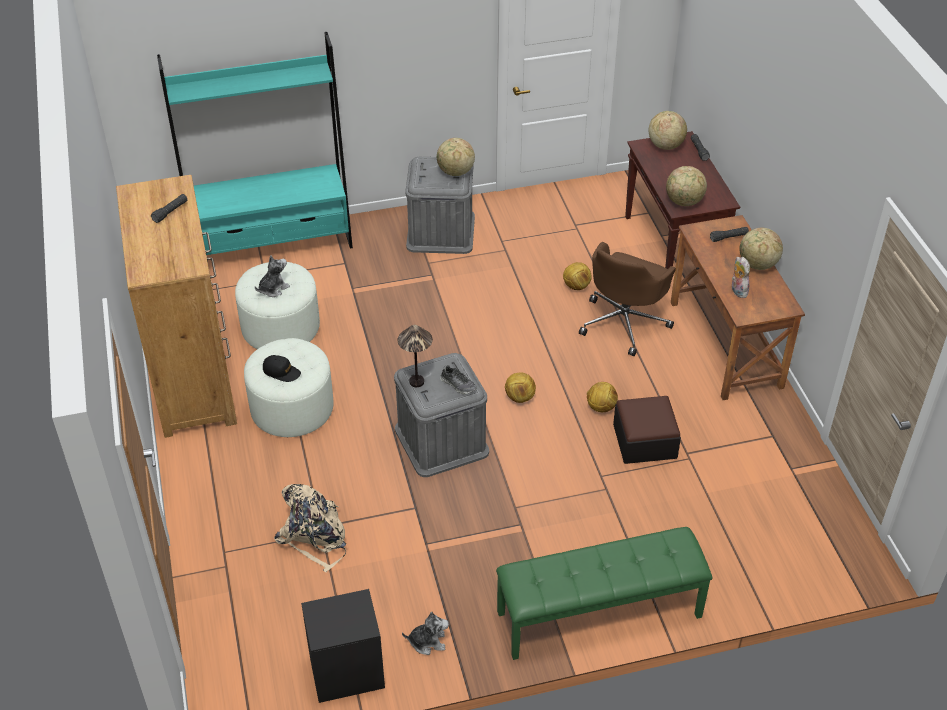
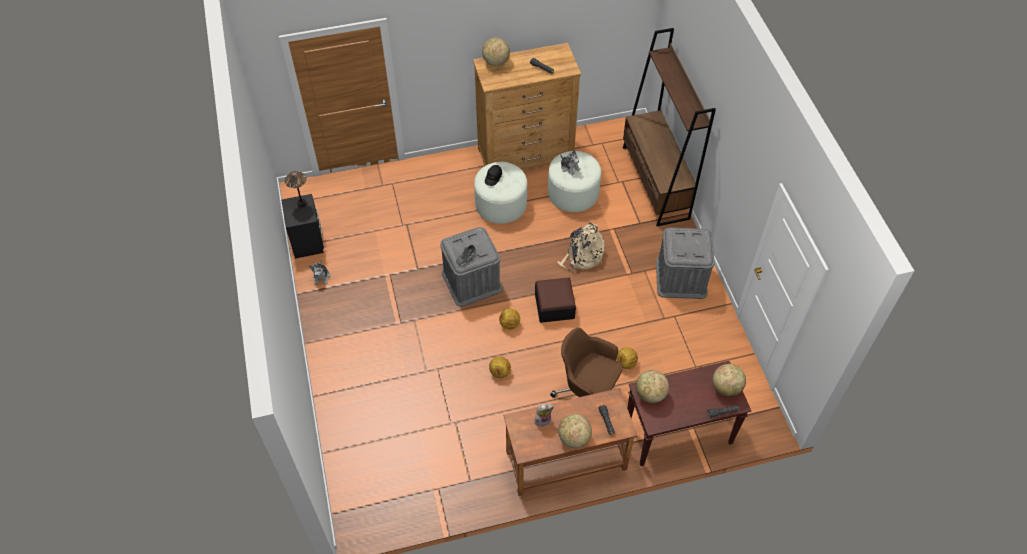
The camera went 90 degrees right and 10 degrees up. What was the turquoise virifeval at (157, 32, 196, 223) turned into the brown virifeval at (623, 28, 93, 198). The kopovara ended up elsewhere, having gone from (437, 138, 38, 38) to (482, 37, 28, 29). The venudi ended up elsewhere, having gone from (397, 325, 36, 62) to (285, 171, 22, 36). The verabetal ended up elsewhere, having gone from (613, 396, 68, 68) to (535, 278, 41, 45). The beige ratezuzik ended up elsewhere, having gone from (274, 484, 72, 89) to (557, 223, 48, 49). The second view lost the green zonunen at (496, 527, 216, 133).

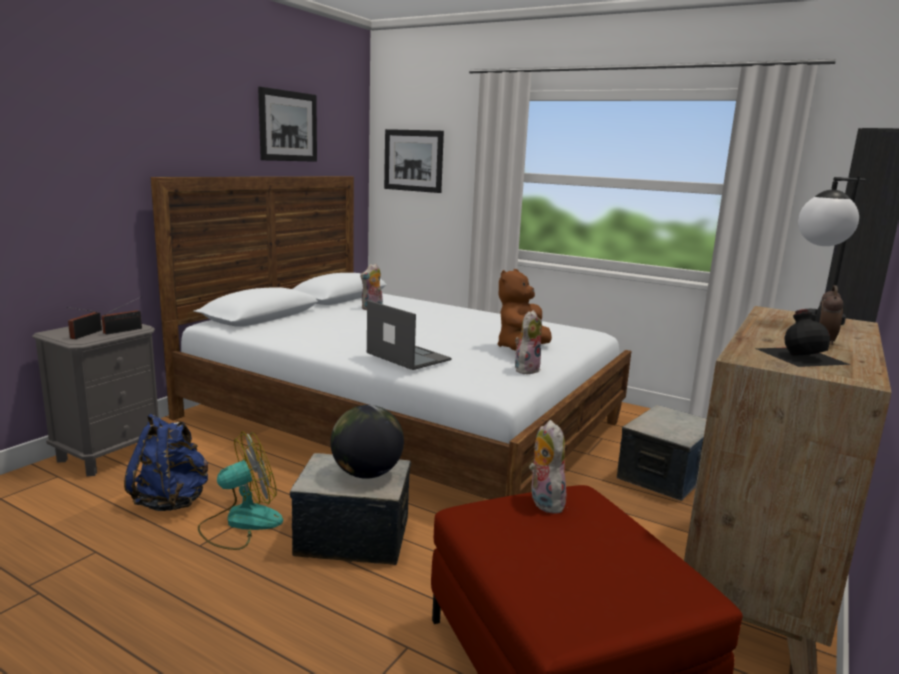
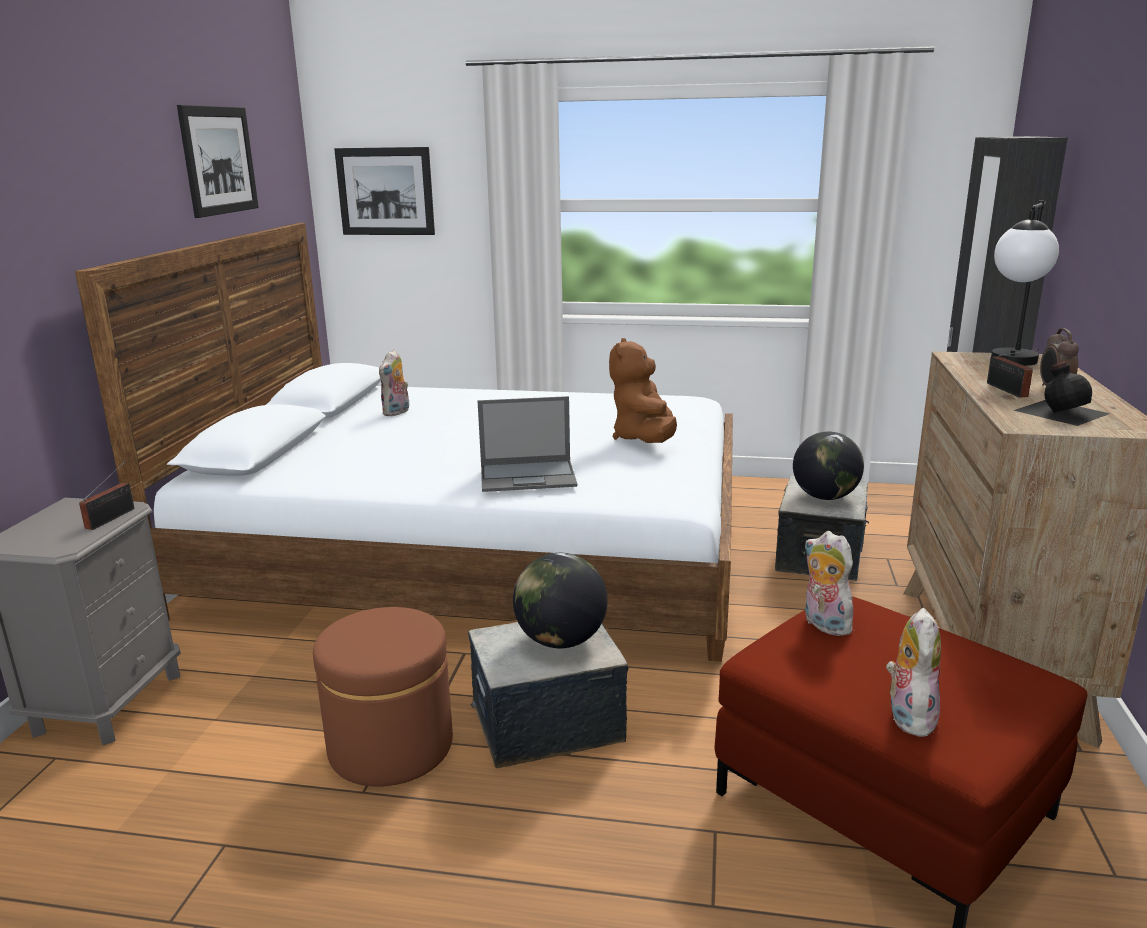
The camera went 20 degrees left and 5 degrees up. The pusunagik at (367, 300, 85, 70) ended up facing another way, 150 degrees clockwise from before. The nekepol ended up elsewhere, having gone from (66, 307, 36, 32) to (987, 349, 52, 49). The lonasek ended up elsewhere, having gone from (515, 310, 27, 65) to (886, 608, 55, 129). The second view lost the blue ratezuzik at (124, 414, 84, 97). Where the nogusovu stood at (198, 431, 85, 119), the brown verabetal came to stand at (313, 607, 140, 180). The second view gained the kopovara at (793, 432, 71, 68).

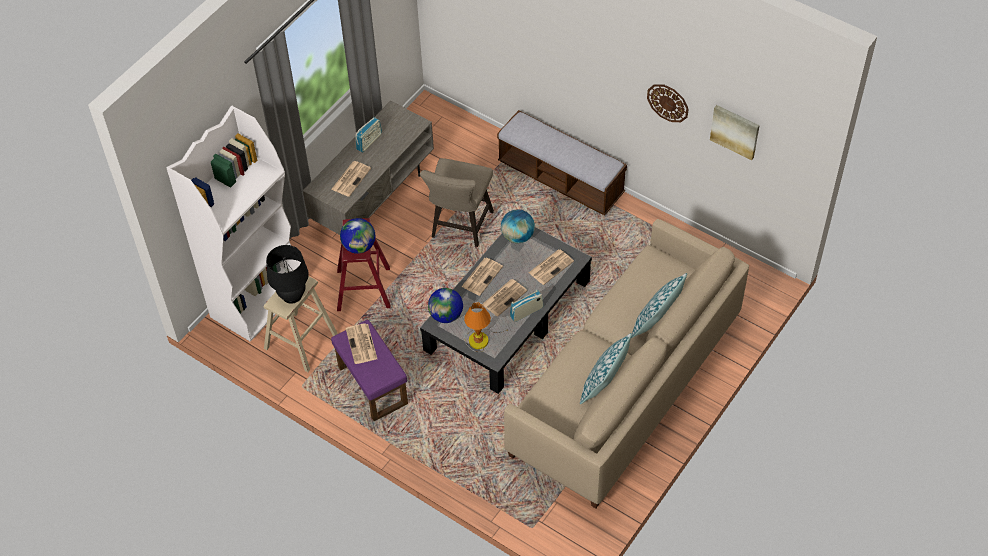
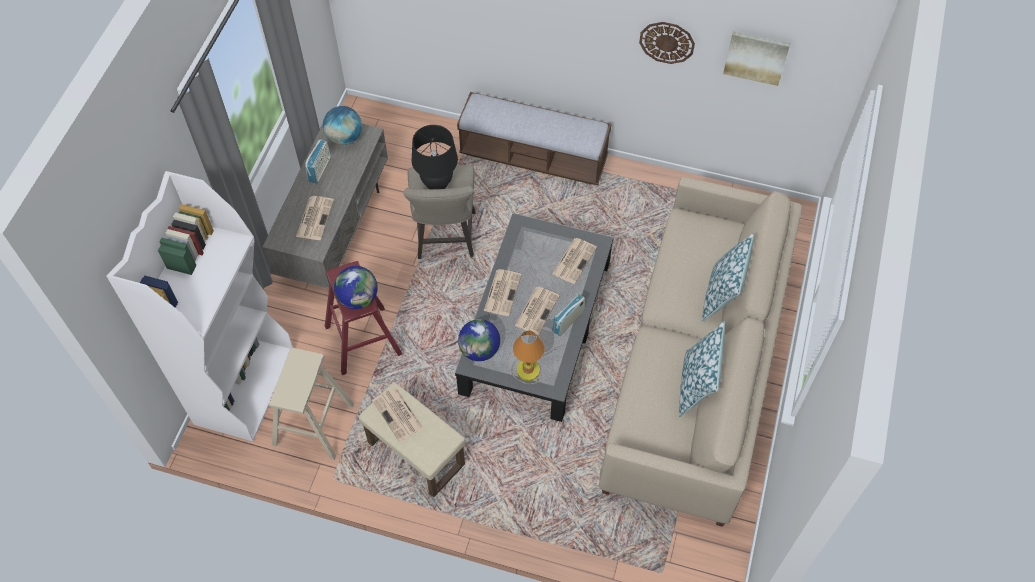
The camera went 20 degrees left and 5 degrees up. The kopovara ended up elsewhere, having gone from (501, 209, 34, 34) to (323, 106, 39, 39). The black venudi ended up elsewhere, having gone from (266, 245, 43, 59) to (412, 125, 46, 64). What was the purple verabetal at (331, 320, 77, 101) turned into the beige verabetal at (359, 382, 106, 116).

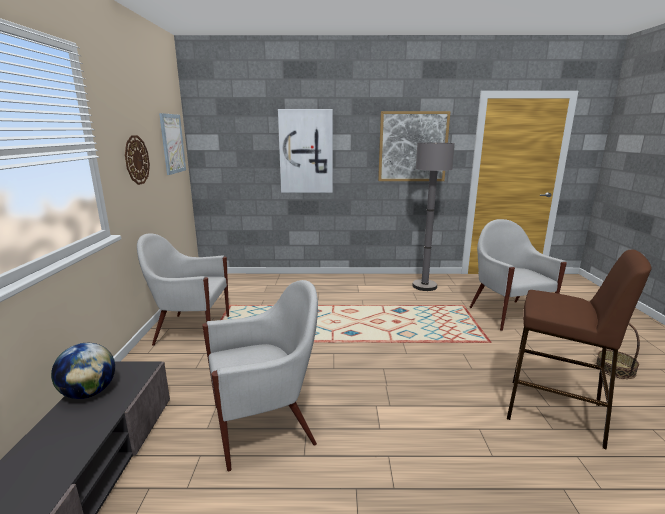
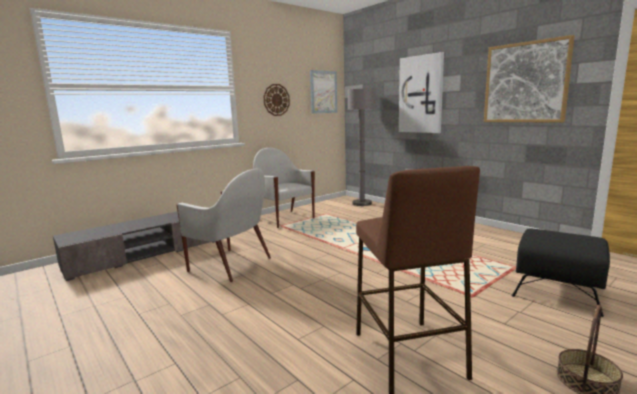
The camera went 50 degrees right and 5 degrees down. The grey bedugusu ended up elsewhere, having gone from (412, 143, 43, 148) to (348, 88, 27, 118). Where the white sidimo stood at (469, 219, 98, 112), the black verabetal came to stand at (512, 228, 98, 89). The second view lost the kopovara at (51, 343, 64, 56).

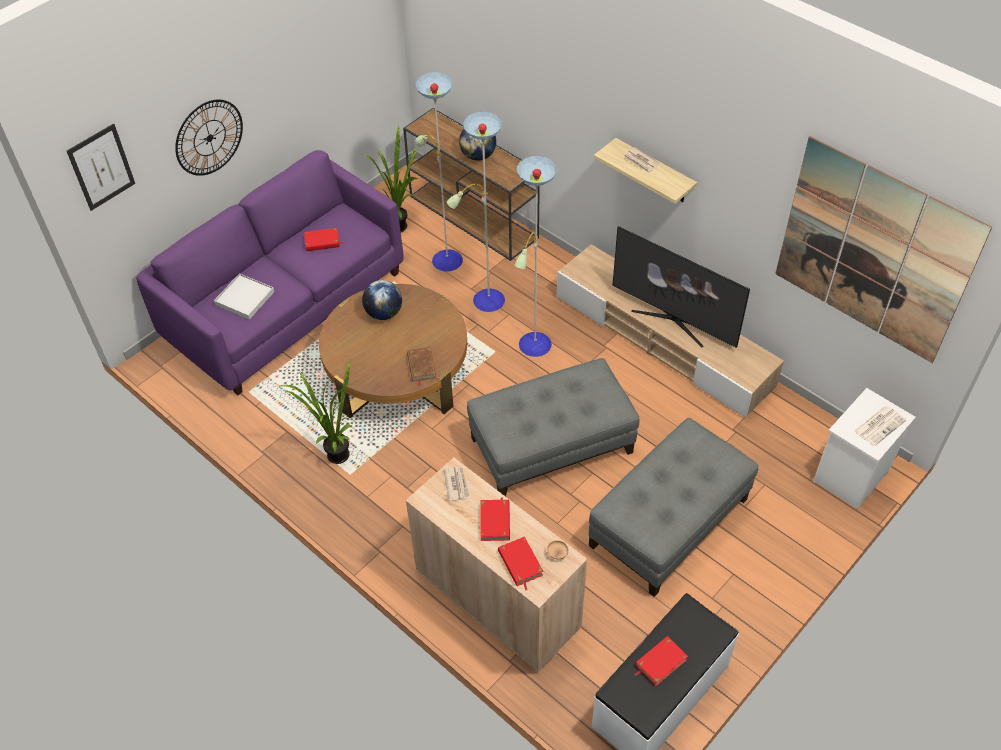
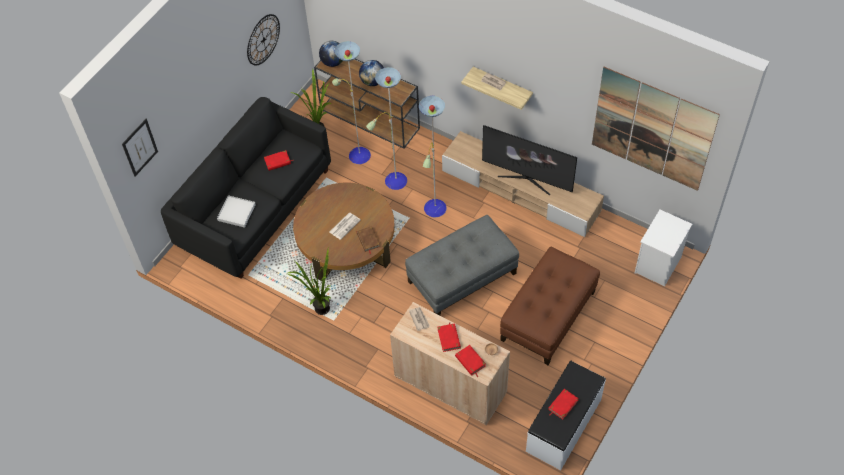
The camera went 10 degrees left and 5 degrees up. The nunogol ended up elsewhere, having gone from (175, 100, 68, 76) to (247, 14, 33, 52). What was the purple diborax at (136, 150, 268, 245) turned into the black diborax at (161, 97, 170, 182). The kopovara ended up elsewhere, having gone from (362, 280, 40, 40) to (319, 41, 24, 26). The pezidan ended up elsewhere, having gone from (854, 406, 52, 40) to (330, 213, 31, 27). What was the grey verabetal at (589, 418, 170, 179) turned into the brown verabetal at (500, 247, 100, 118).

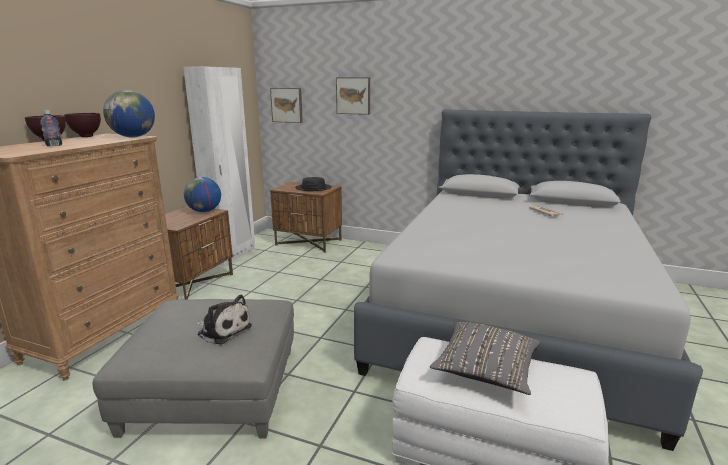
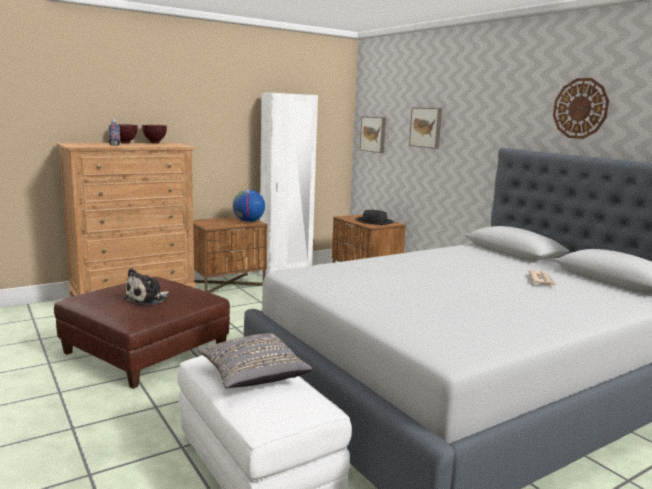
The camera went 35 degrees right and 5 degrees down. The second view lost the kopovara at (103, 90, 52, 48). The lonasek at (196, 295, 56, 49) ended up facing another way, 60 degrees clockwise from before. What was the grey verabetal at (93, 299, 201, 139) turned into the brown verabetal at (54, 277, 176, 112). The second view gained the nunogol at (553, 78, 56, 61).

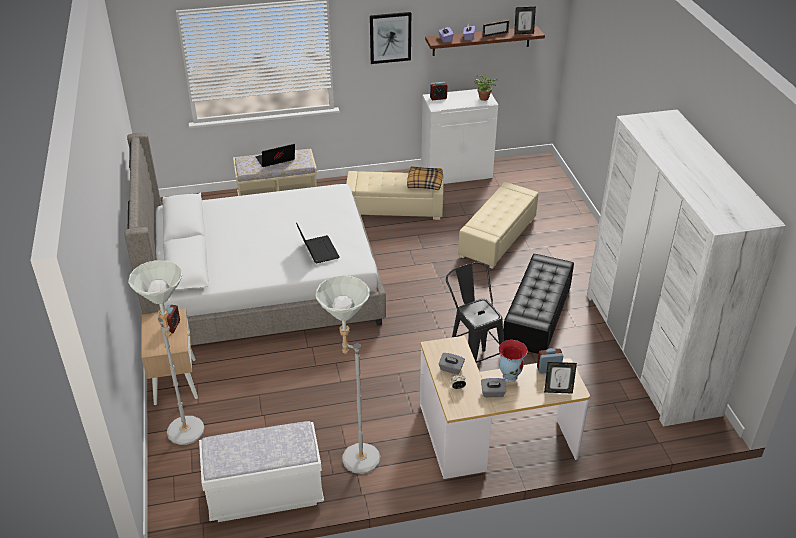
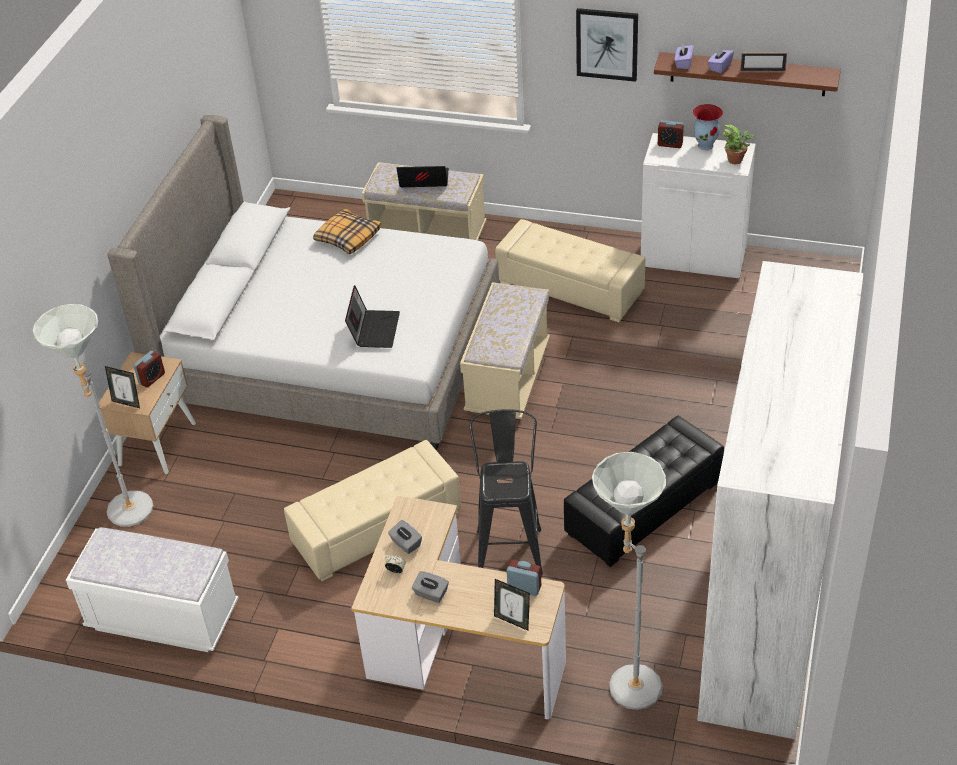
The camera went 30 degrees right and 5 degrees up. The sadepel ended up elsewhere, having gone from (514, 7, 22, 28) to (105, 366, 35, 42). The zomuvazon ended up elsewhere, having gone from (407, 166, 36, 24) to (313, 208, 68, 46). The beige verabetal ended up elsewhere, having gone from (458, 182, 80, 87) to (284, 440, 177, 141). The grey bedugusu ended up elsewhere, having gone from (315, 276, 66, 198) to (592, 452, 74, 258). The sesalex ended up elsewhere, having gone from (499, 340, 29, 42) to (693, 104, 30, 46). The second view gained the beige zonunen at (460, 282, 90, 137).

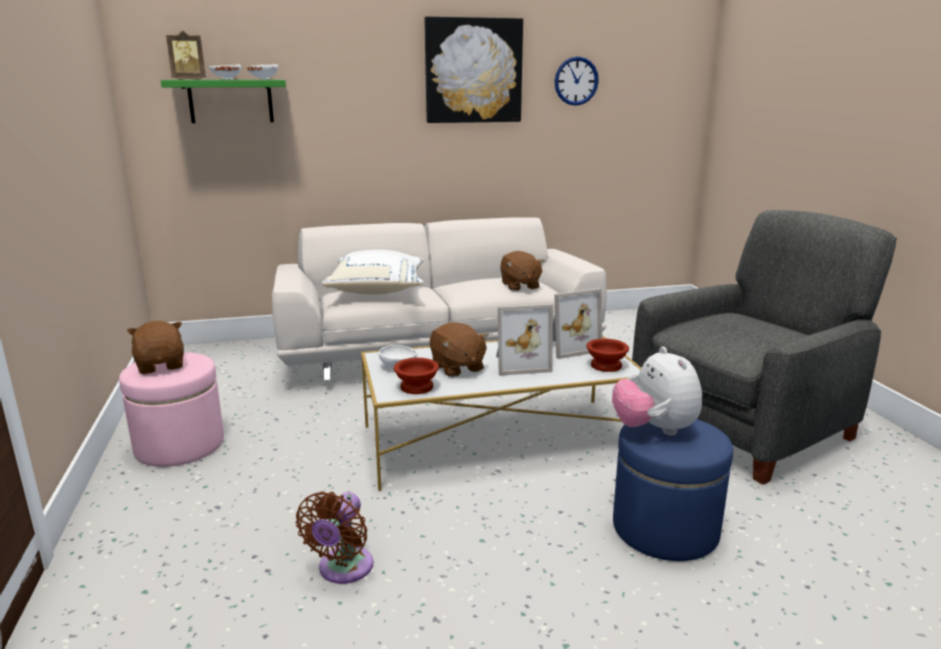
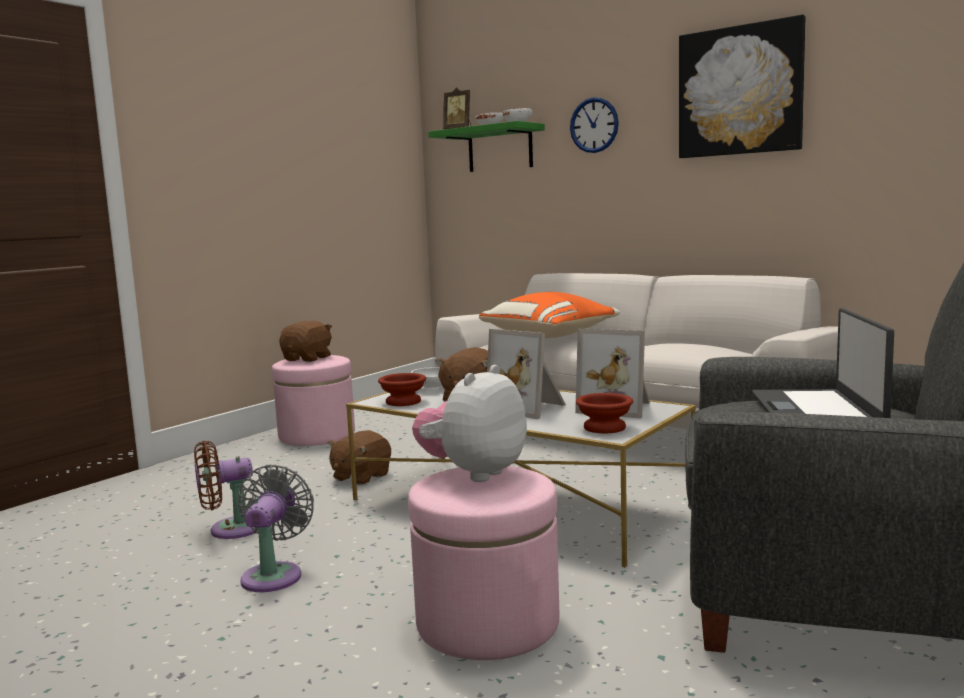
The camera went 50 degrees right and 10 degrees down. The nunogol ended up elsewhere, having gone from (555, 57, 44, 49) to (570, 97, 49, 56). What was the white zomuvazon at (322, 250, 102, 45) turned into the orange zomuvazon at (479, 292, 141, 46). The brown lonasek ended up elsewhere, having gone from (500, 251, 44, 40) to (328, 430, 63, 55). What was the blue verabetal at (613, 419, 120, 142) turned into the pink verabetal at (408, 466, 151, 194). The second view gained the pusunagik at (752, 308, 142, 110). The second view gained the grey nogusovu at (238, 464, 76, 128).

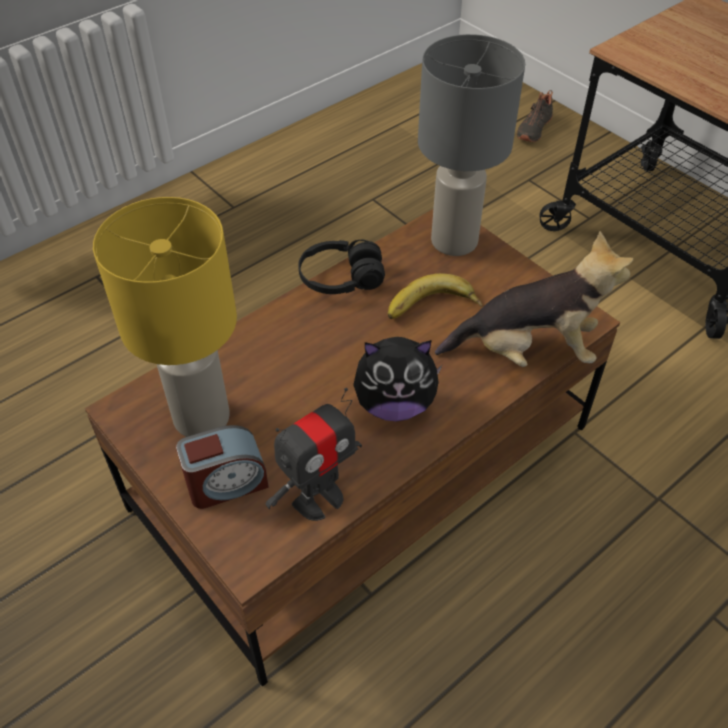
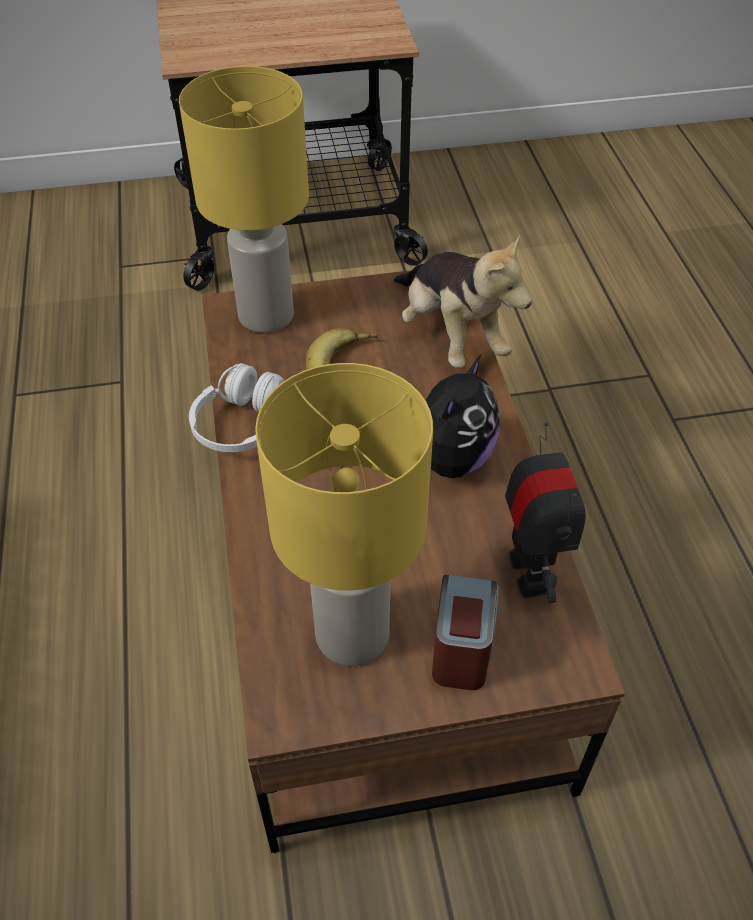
The camera went 60 degrees left and 0 degrees up. What was the grey venudi at (418, 34, 107, 222) turned into the yellow venudi at (179, 66, 130, 267). The second view lost the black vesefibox at (517, 90, 36, 52). The lonasek at (435, 231, 198, 136) ended up facing another way, 120 degrees clockwise from before. What was the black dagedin at (298, 240, 87, 54) turned into the white dagedin at (189, 363, 96, 89).

